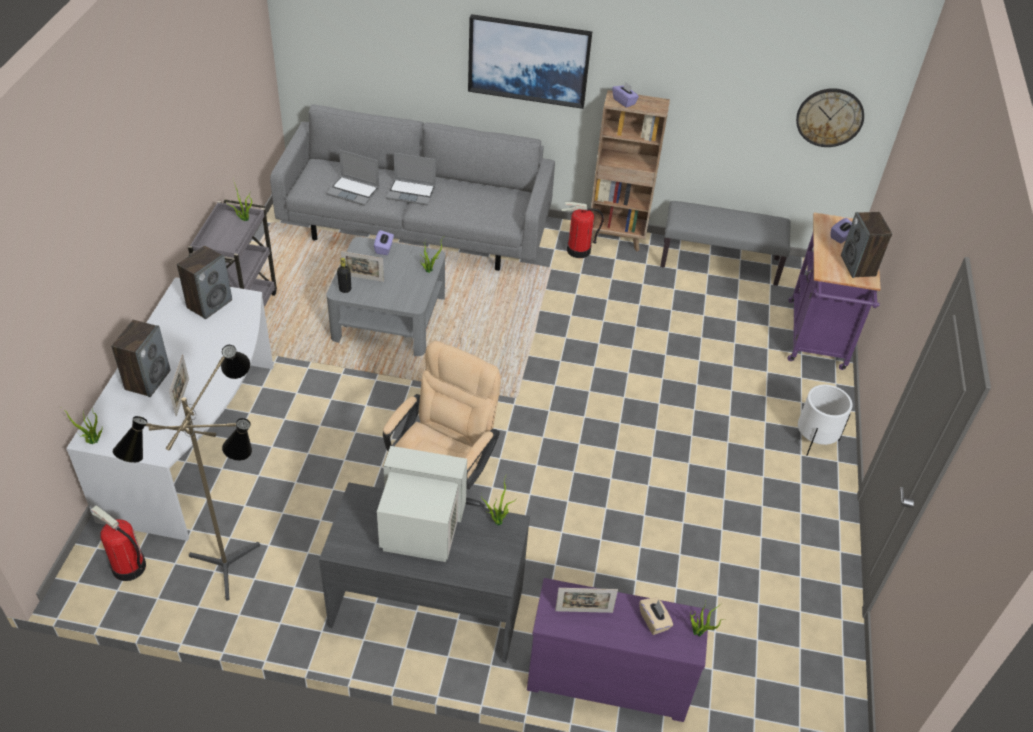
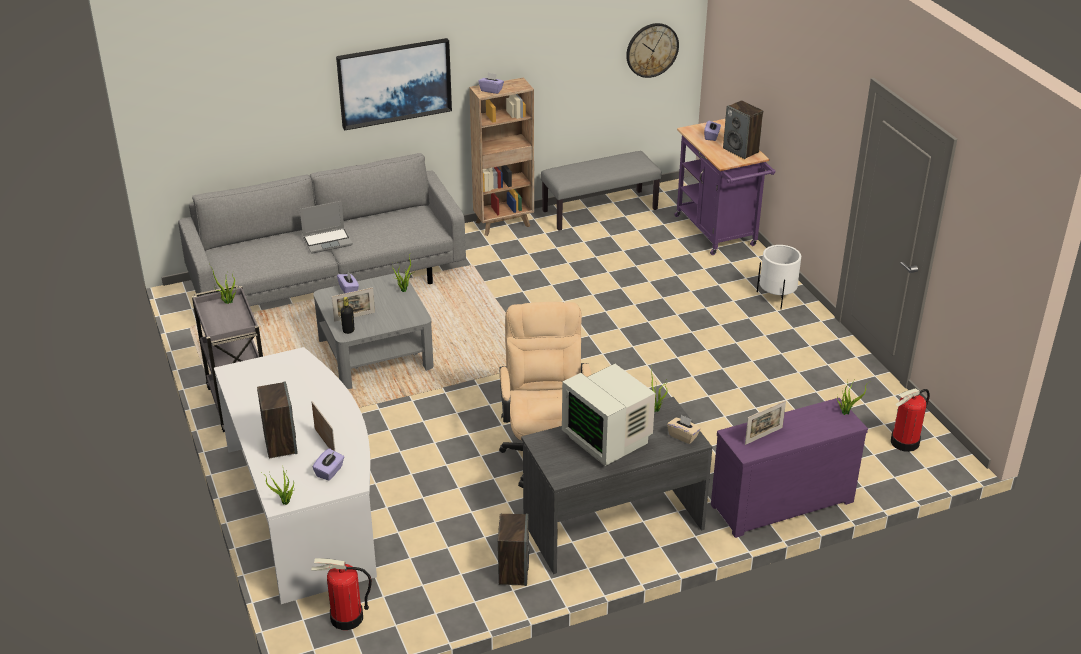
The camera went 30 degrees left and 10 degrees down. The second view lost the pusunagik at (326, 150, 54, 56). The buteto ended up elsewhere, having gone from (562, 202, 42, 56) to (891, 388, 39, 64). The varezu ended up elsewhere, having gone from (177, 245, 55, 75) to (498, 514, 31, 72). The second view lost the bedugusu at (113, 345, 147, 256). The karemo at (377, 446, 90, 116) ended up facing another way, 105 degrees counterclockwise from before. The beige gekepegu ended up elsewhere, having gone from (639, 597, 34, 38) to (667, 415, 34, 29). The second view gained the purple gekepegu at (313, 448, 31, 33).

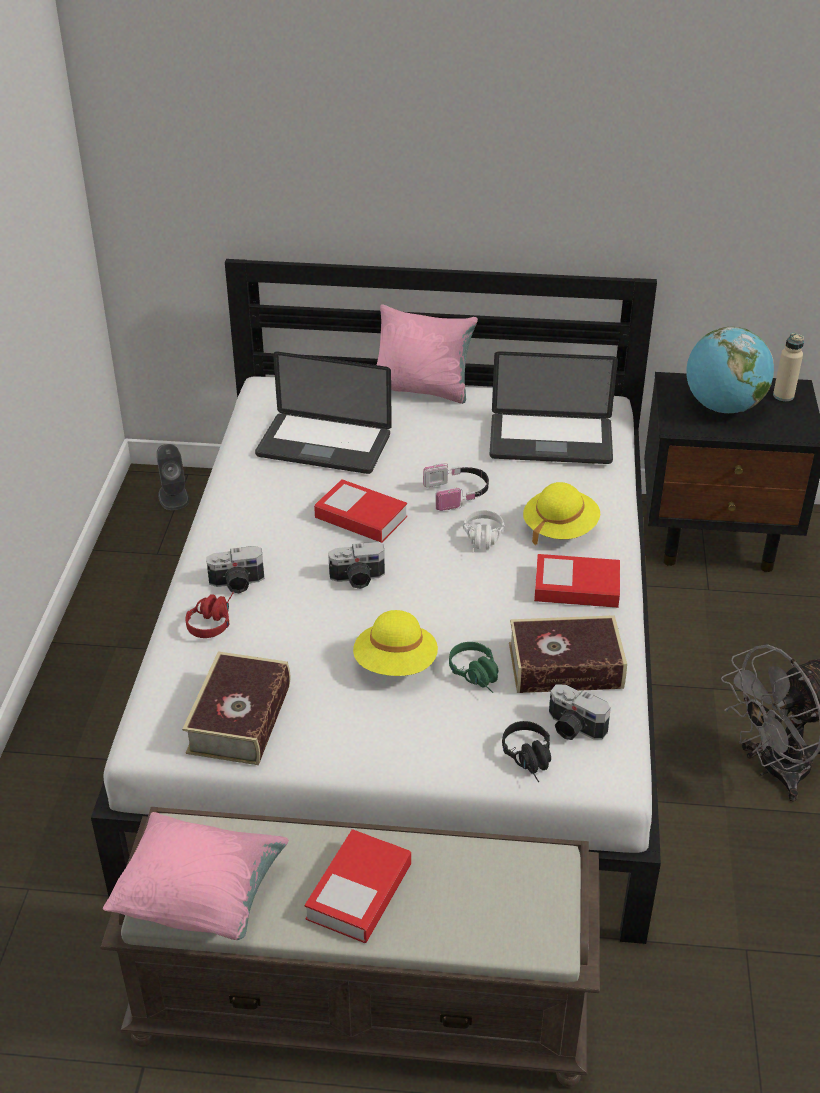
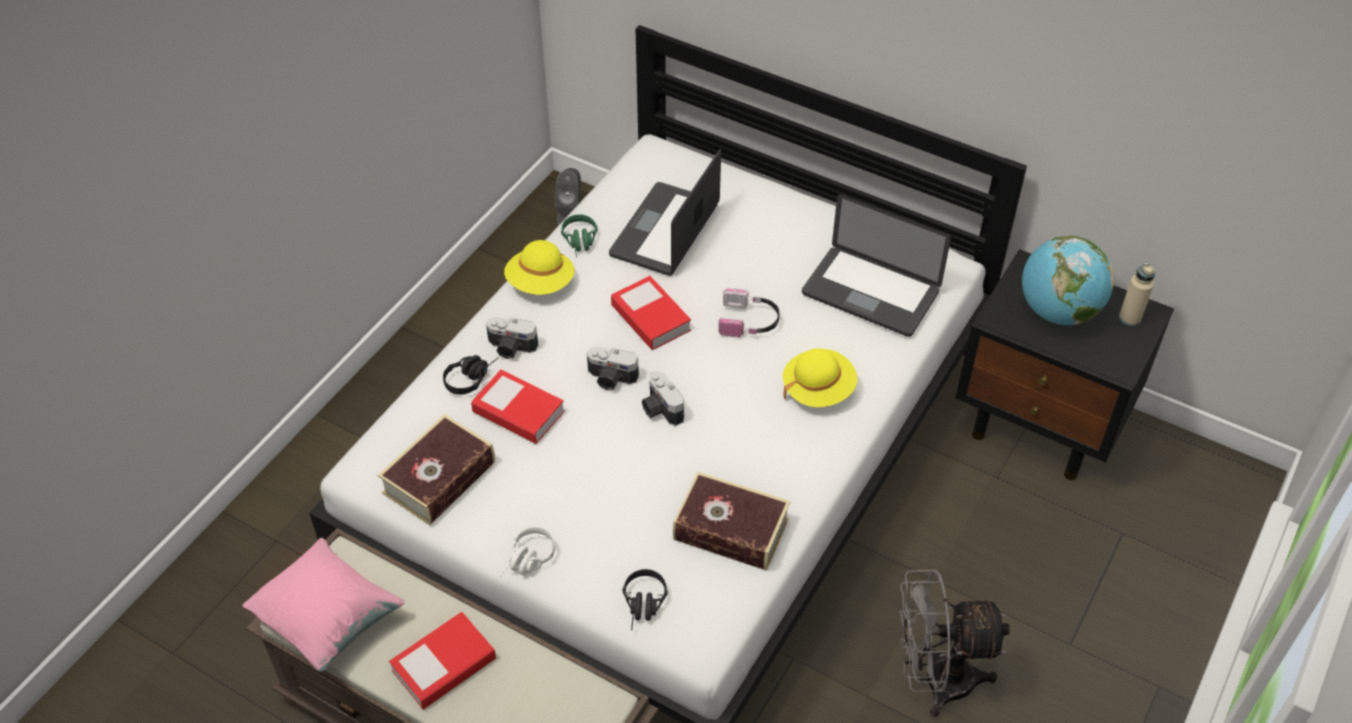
The camera went 25 degrees right and 10 degrees up. The second view lost the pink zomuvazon at (377, 305, 101, 99). The pusunagik at (255, 352, 137, 122) ended up facing another way, 75 degrees clockwise from before. The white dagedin ended up elsewhere, having gone from (463, 510, 42, 43) to (500, 527, 55, 50). The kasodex ended up elsewhere, having gone from (534, 554, 86, 54) to (471, 370, 94, 74). What was the red dagedin at (185, 592, 49, 46) turned into the black dagedin at (443, 355, 55, 40). The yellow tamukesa ended up elsewhere, having gone from (353, 610, 85, 66) to (504, 240, 70, 55). The green dagedin ended up elsewhere, having gone from (449, 642, 50, 51) to (561, 214, 37, 43). The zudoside ended up elsewhere, having gone from (549, 684, 62, 56) to (642, 371, 42, 55).

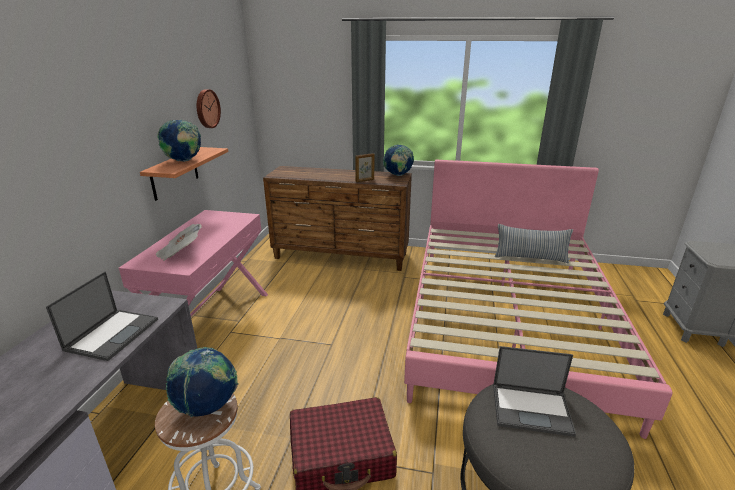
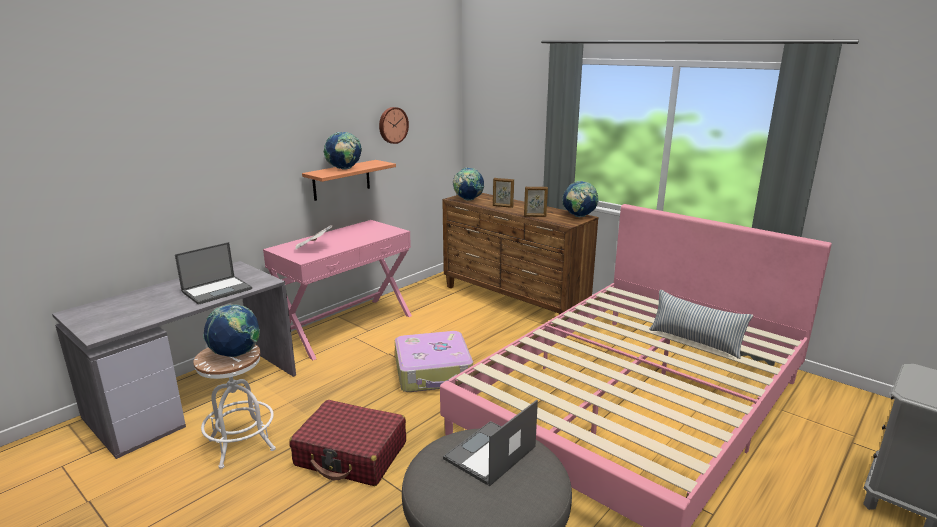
The camera went 30 degrees right and 5 degrees down. The pusunagik at (493, 346, 83, 91) ended up facing another way, 90 degrees clockwise from before. The second view gained the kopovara at (453, 167, 31, 34). The second view gained the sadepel at (493, 178, 21, 30). The second view gained the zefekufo at (395, 331, 78, 61).

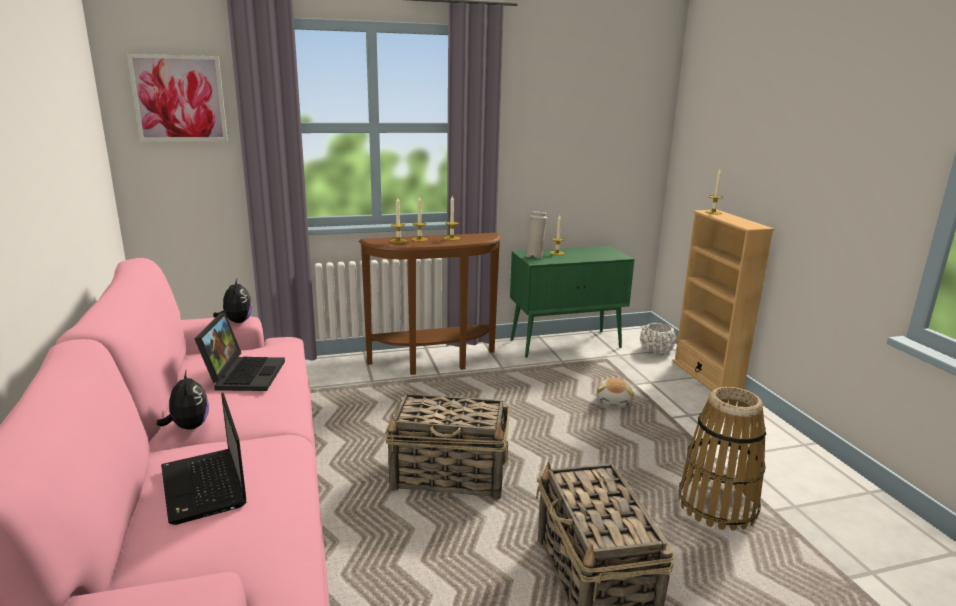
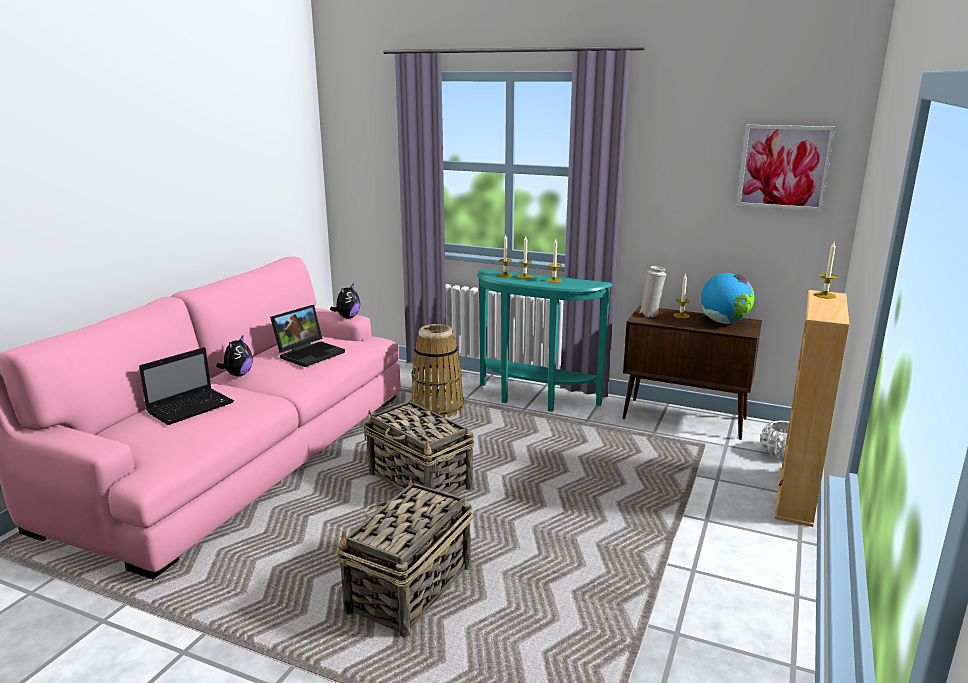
The camera went 40 degrees right and 0 degrees up. The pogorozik ended up elsewhere, having gone from (127, 54, 101, 87) to (737, 125, 98, 86). What was the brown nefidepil at (358, 233, 143, 142) turned into the turquoise nefidepil at (477, 269, 136, 143). What was the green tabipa at (510, 246, 124, 112) turned into the brown tabipa at (622, 306, 140, 134). The second view lost the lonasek at (596, 378, 38, 30). The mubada ended up elsewhere, having gone from (678, 387, 88, 143) to (411, 324, 53, 94). The pusunagik at (161, 393, 85, 132) ended up facing another way, 150 degrees counterclockwise from before. The second view gained the kopovara at (701, 273, 53, 51).

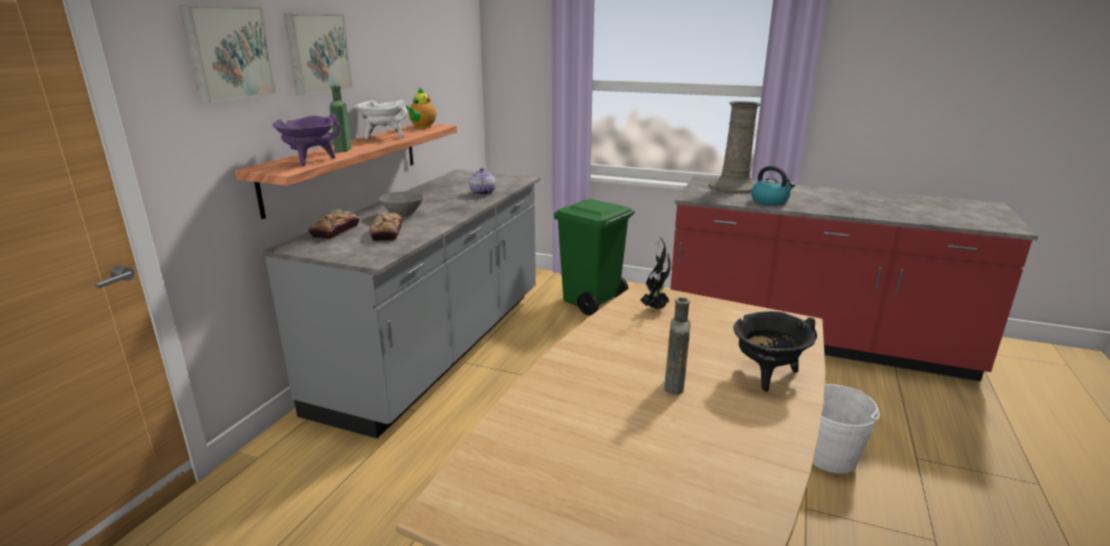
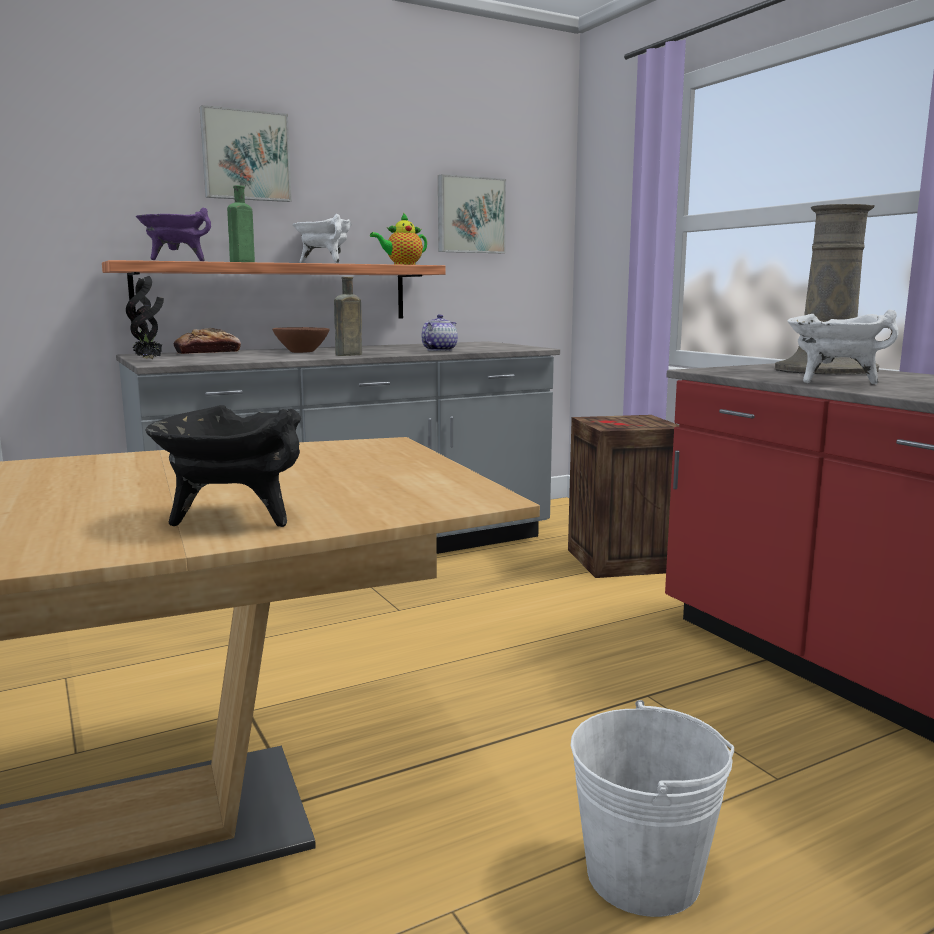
The camera went 40 degrees right and 10 degrees down. The pogorozik ended up elsewhere, having gone from (179, 5, 97, 98) to (438, 174, 68, 79). Where the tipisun stood at (751, 166, 44, 39), the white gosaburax came to stand at (787, 310, 112, 74). What was the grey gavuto at (379, 191, 45, 26) turned into the brown gavuto at (272, 327, 58, 26). Where the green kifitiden stood at (554, 199, 80, 116), the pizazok came to stand at (568, 415, 111, 163). The second view lost the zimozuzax at (369, 211, 34, 30). The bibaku ended up elsewhere, having gone from (640, 238, 31, 72) to (126, 276, 38, 84). The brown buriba ended up elsewhere, having gone from (664, 297, 27, 98) to (334, 277, 28, 79).

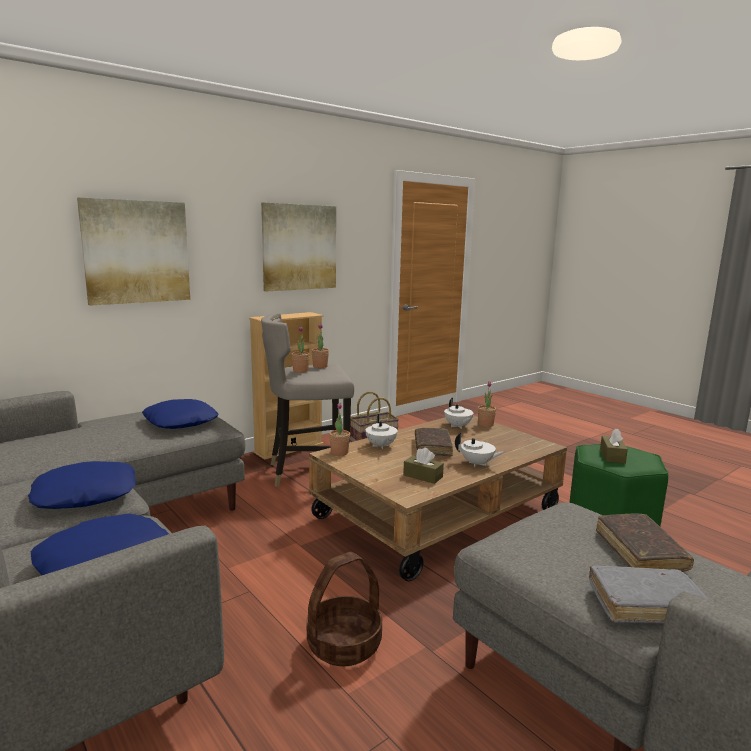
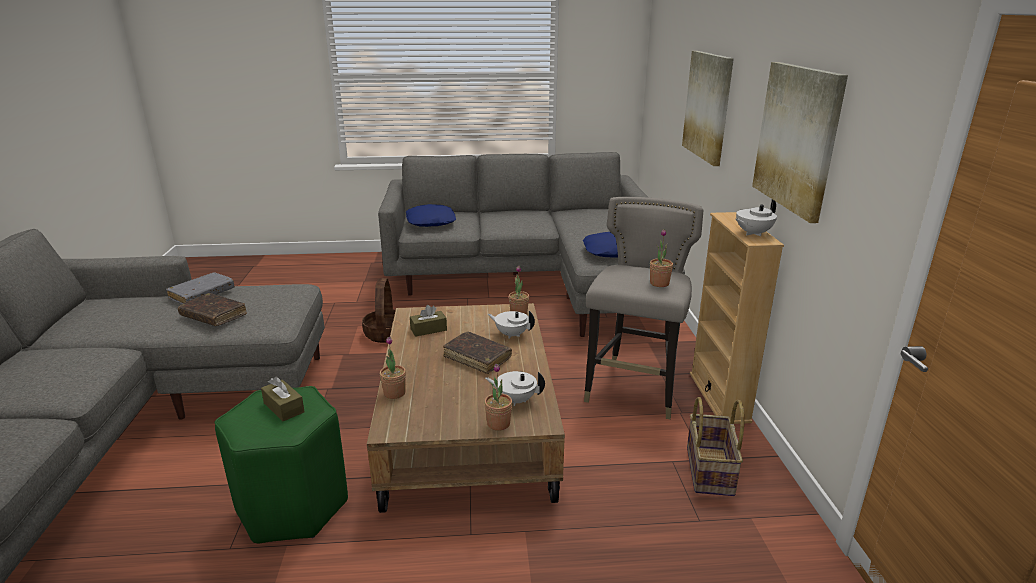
The camera went 125 degrees right and 10 degrees up. The bibaku ended up elsewhere, having gone from (291, 326, 19, 47) to (380, 337, 26, 62). The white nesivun ended up elsewhere, having gone from (455, 433, 50, 34) to (735, 199, 42, 37). The second view lost the blue zomuvazon at (28, 461, 108, 48).

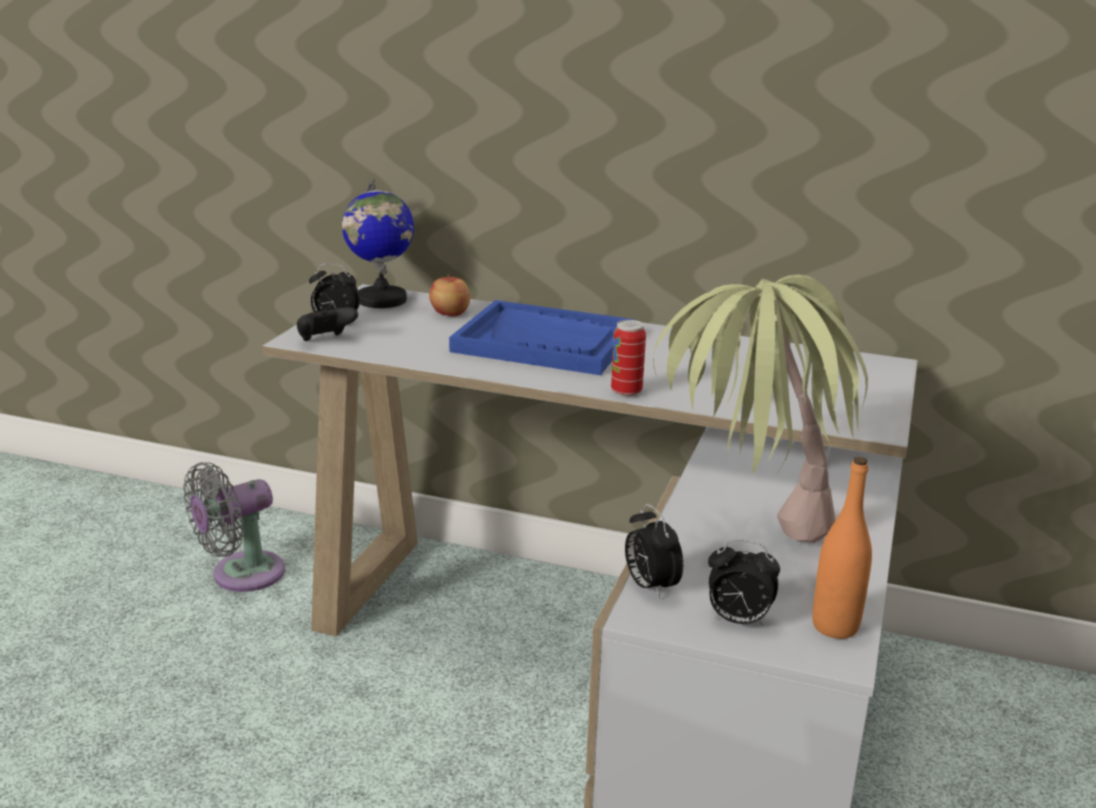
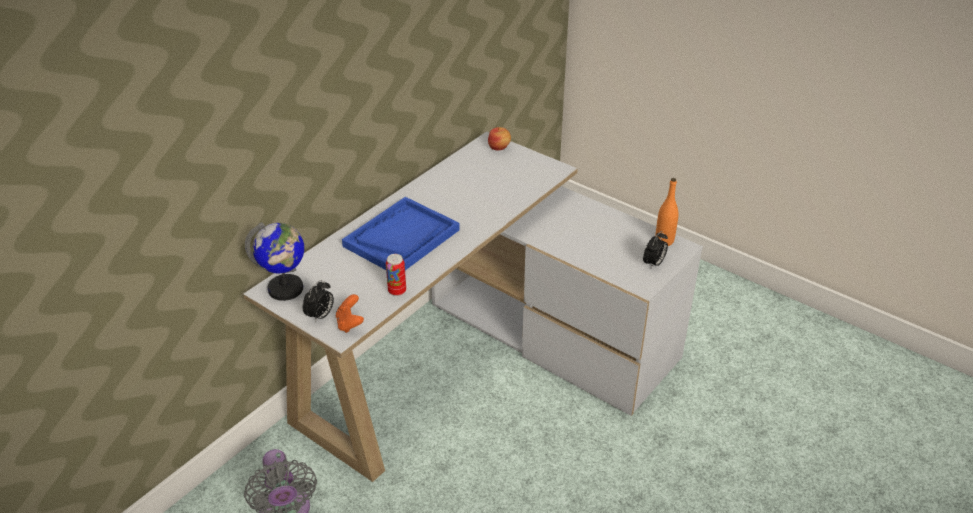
The camera went 70 degrees left and 15 degrees up. The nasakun ended up elsewhere, having gone from (429, 274, 41, 42) to (488, 127, 23, 23). The second view lost the bibaku at (653, 275, 215, 268). What was the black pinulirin at (297, 307, 61, 34) turned into the orange pinulirin at (336, 294, 28, 39). The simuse ended up elsewhere, having gone from (611, 320, 35, 77) to (386, 254, 20, 42). The second view lost the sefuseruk at (625, 504, 58, 95).

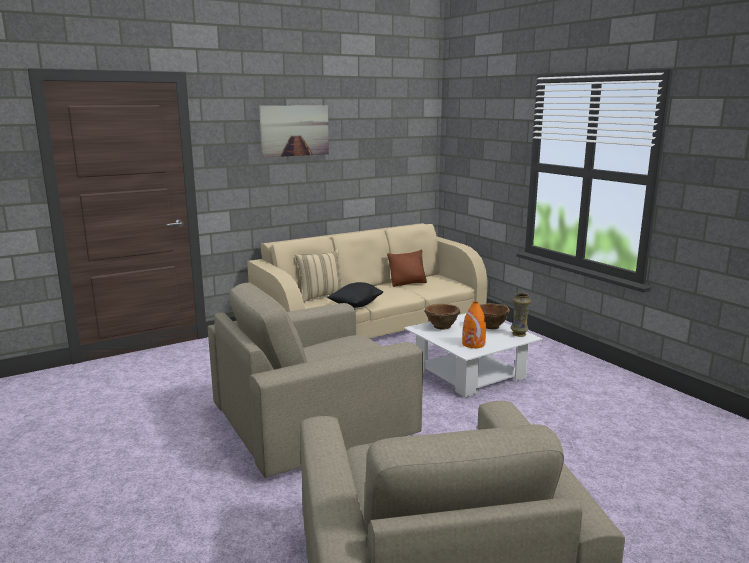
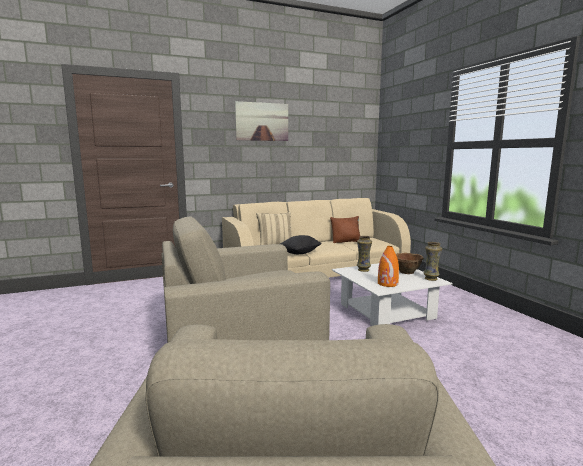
The camera went 10 degrees right and 5 degrees down. Where the brown gavuto stood at (424, 304, 37, 26), the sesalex came to stand at (357, 236, 15, 36).

